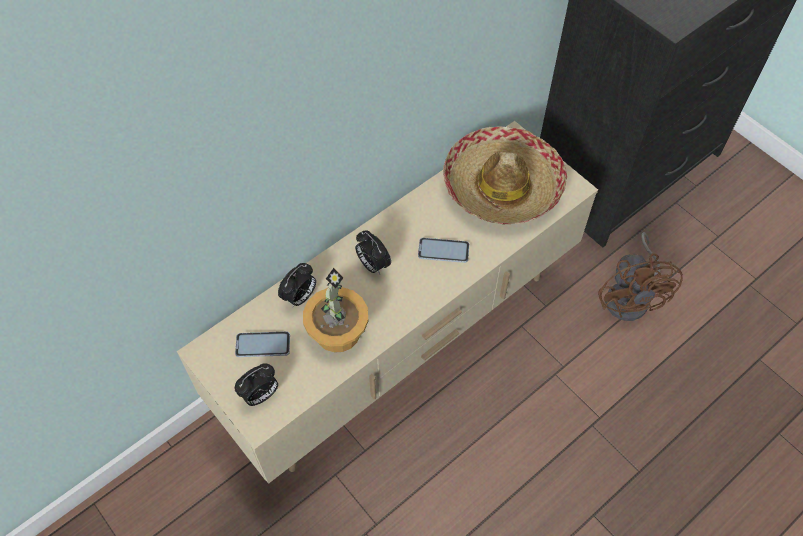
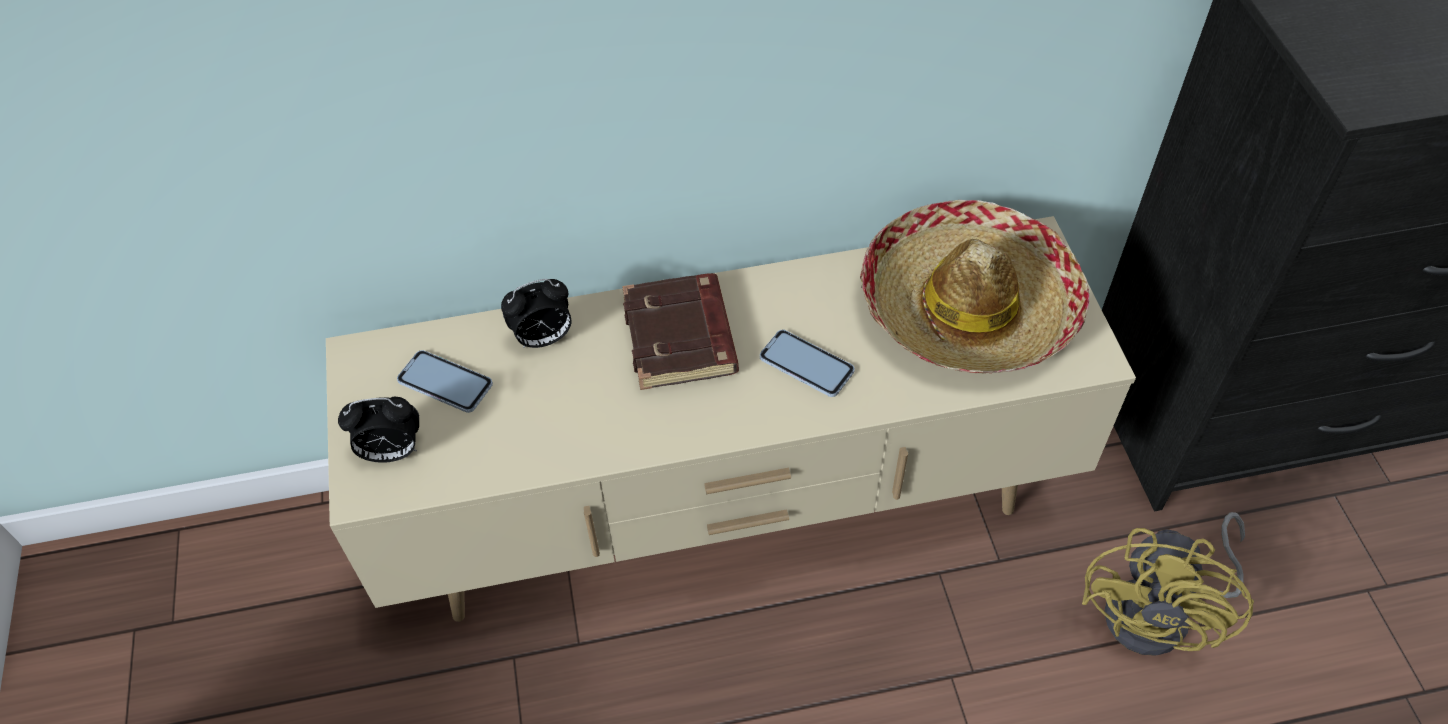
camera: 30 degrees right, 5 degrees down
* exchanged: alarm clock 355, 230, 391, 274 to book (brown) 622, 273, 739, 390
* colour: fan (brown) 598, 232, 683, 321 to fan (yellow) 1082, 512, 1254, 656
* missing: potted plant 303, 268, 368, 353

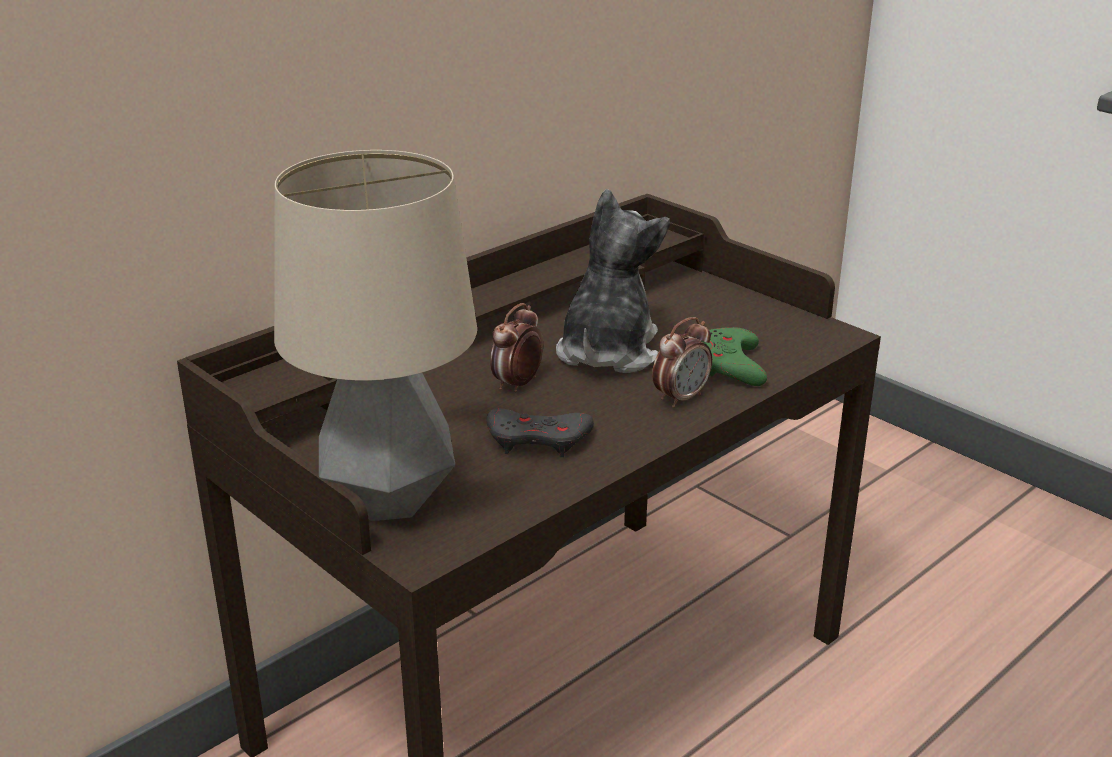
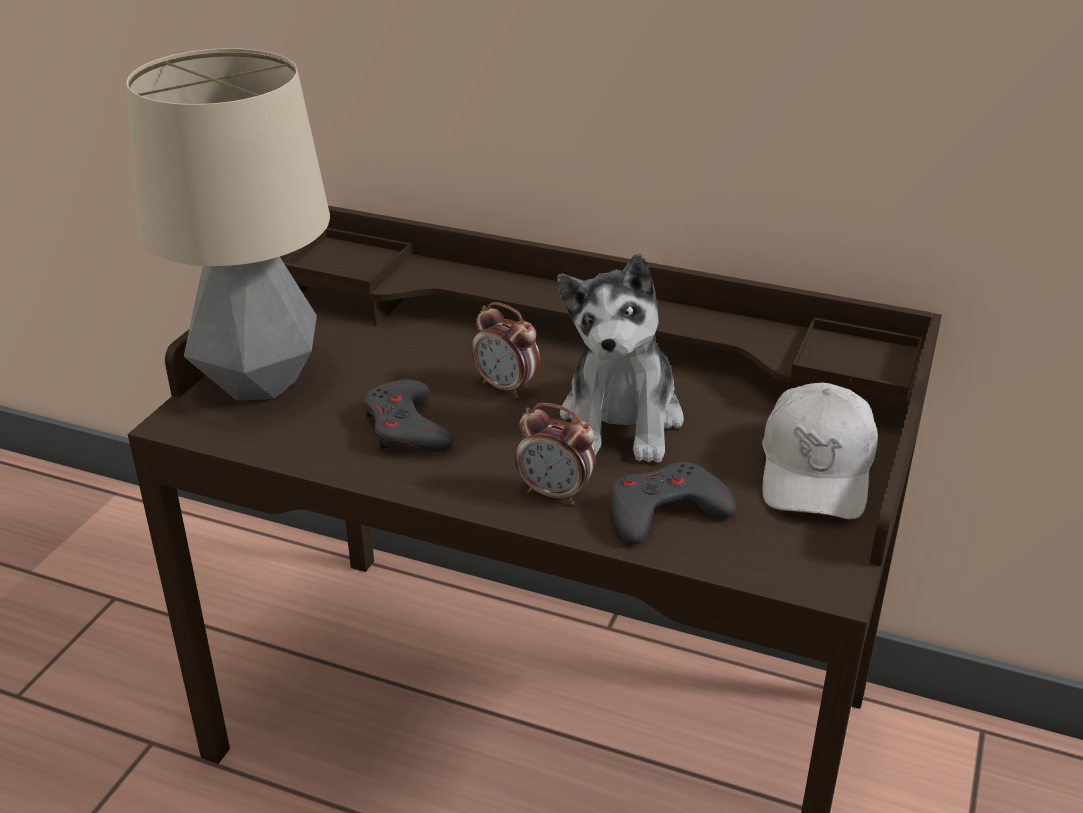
camera: 65 degrees right, 5 degrees up
* spun: plush toy 556, 189, 670, 373 = 557, 253, 684, 463 105 degrees clockwise
* spun: alarm clock 490, 303, 543, 392 = 472, 302, 540, 398 150 degrees counterclockwise
* colour: game controller (green) 702, 327, 767, 386 to game controller (grey) 610, 462, 736, 544
* appeared: cap (white) 762, 383, 878, 520

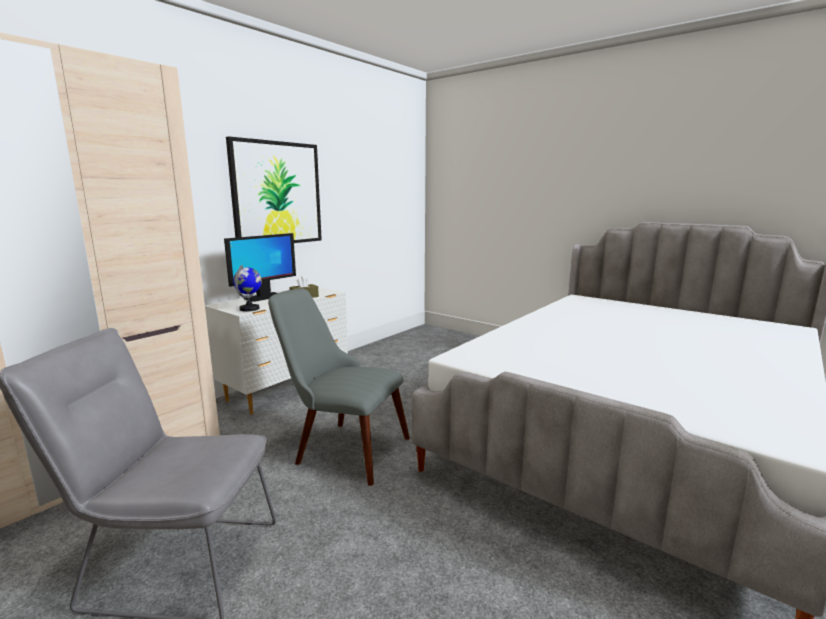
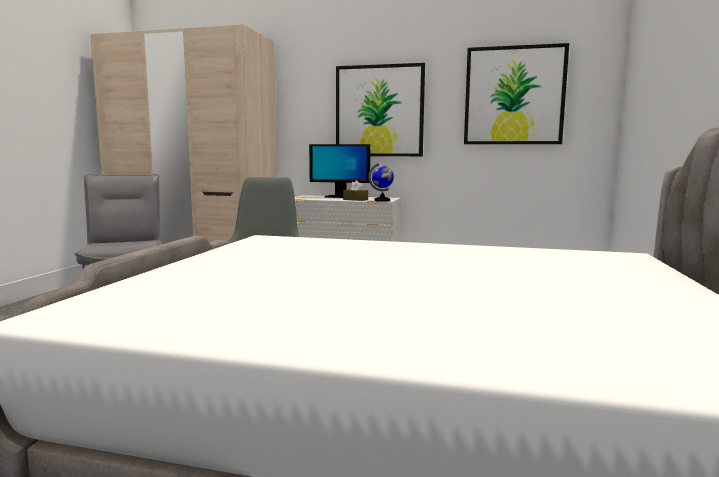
camera: 65 degrees right, 5 degrees down
* relocated: globe 233, 265, 262, 311 to 368, 163, 394, 202
* appeared: picture 464, 43, 569, 144

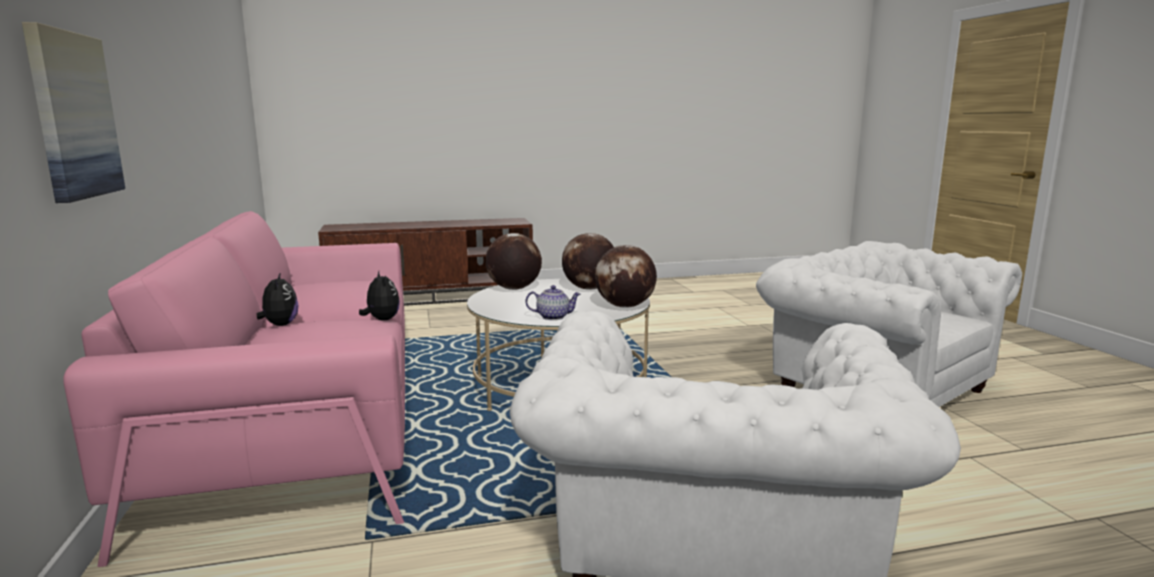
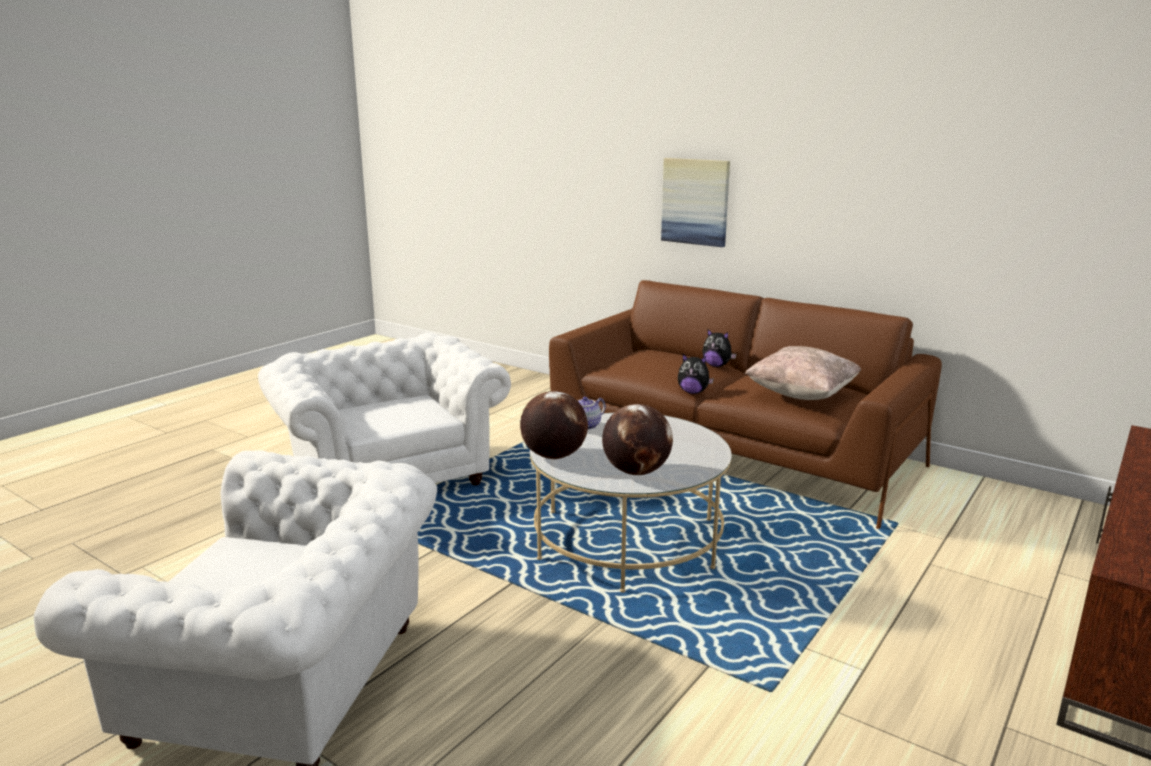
camera: 140 degrees right, 5 degrees up
* colour: sofa (pink) 63, 211, 405, 567 to sofa (brown) 549, 280, 942, 529
* missing: globe 485, 233, 542, 290
* appeared: pillow (beige) 745, 346, 861, 400

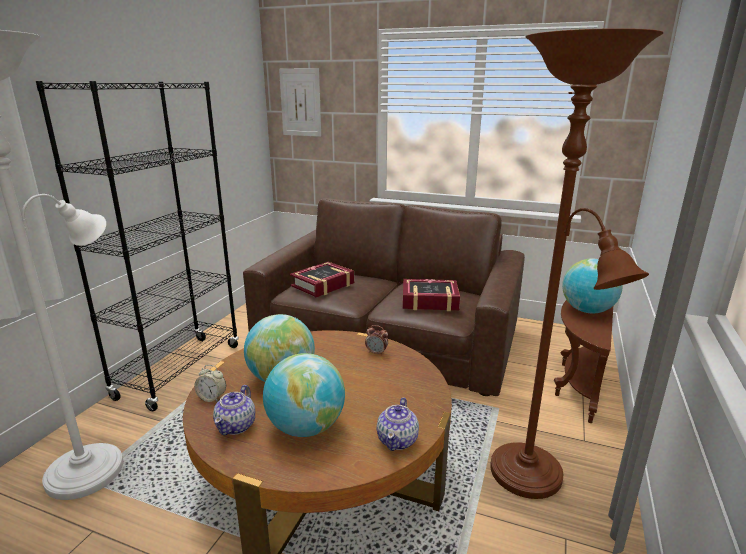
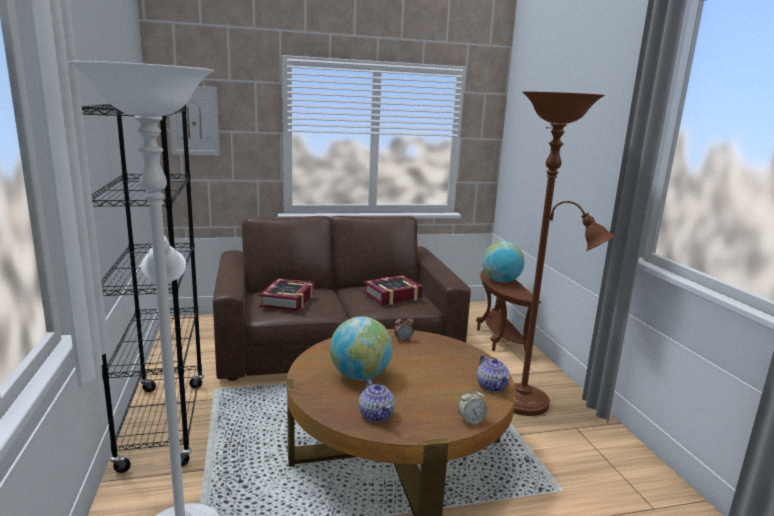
camera: 35 degrees left, 5 degrees down
* missing: globe 263, 353, 345, 437
* relocated: alarm clock 194, 365, 226, 402 to 458, 388, 488, 425

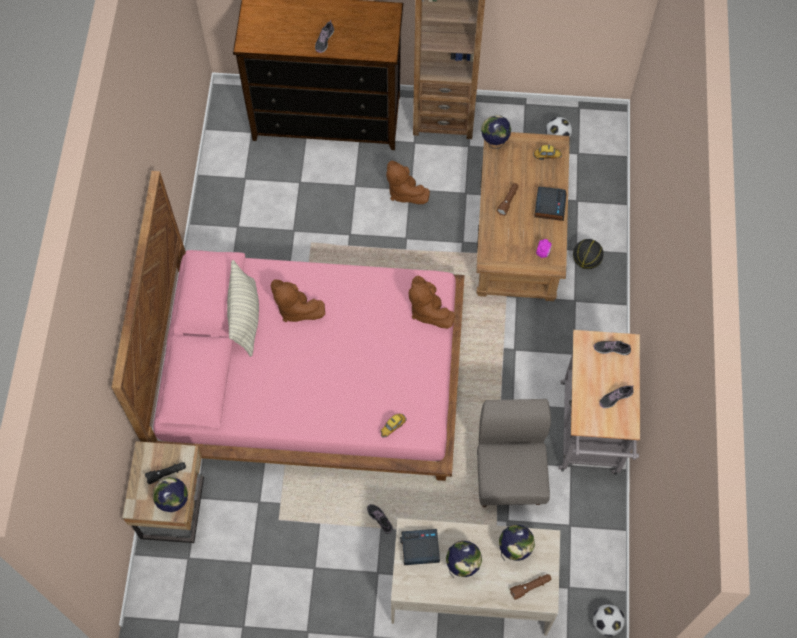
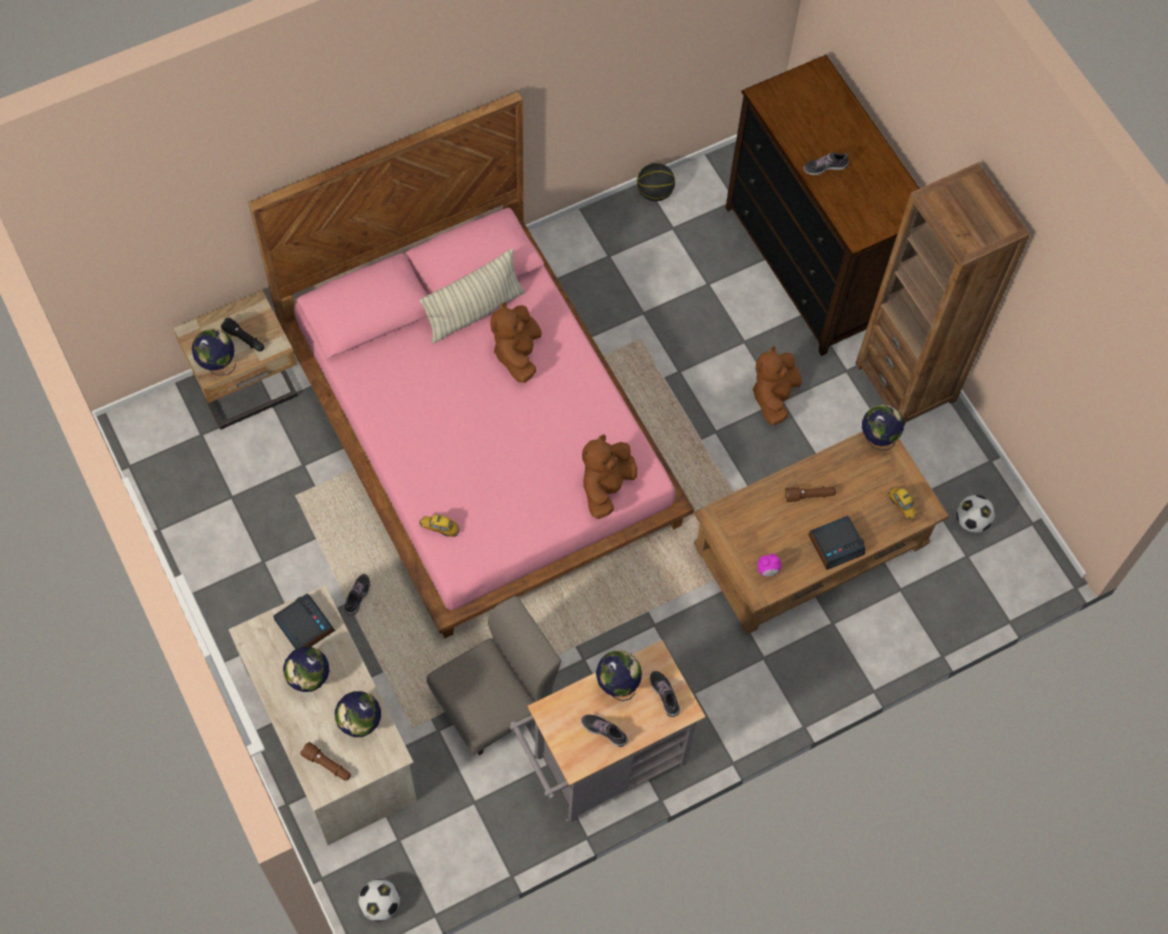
camera: 55 degrees right, 0 degrees up
* relocated: basketball 573, 239, 604, 269 to 637, 163, 675, 201
* appeared: globe 596, 651, 642, 701

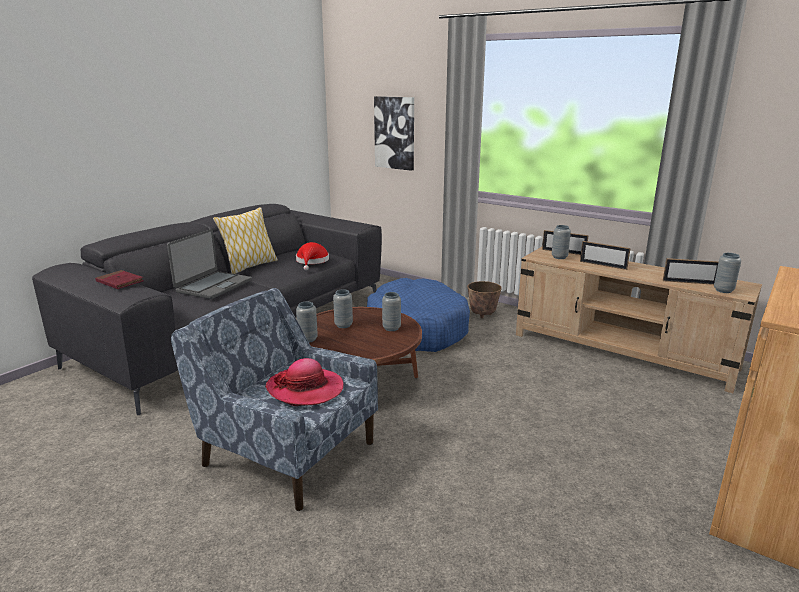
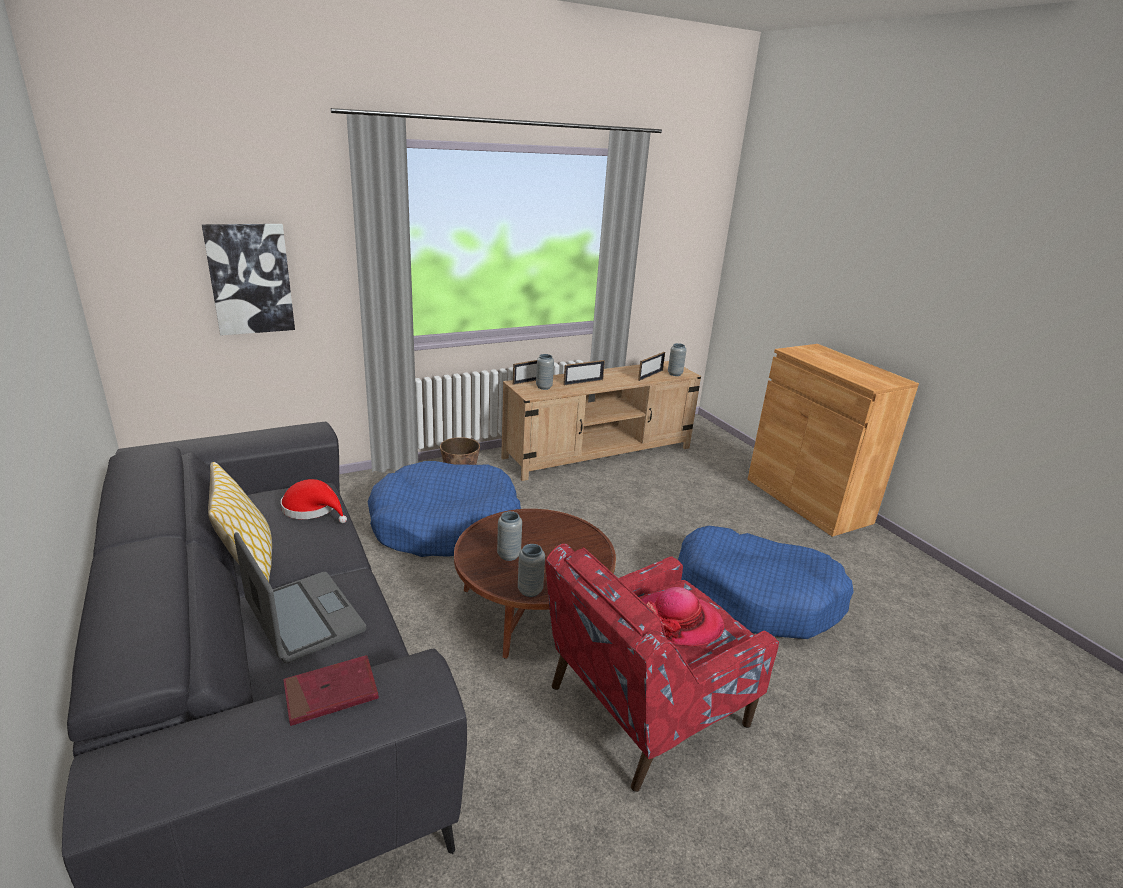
camera: 65 degrees left, 5 degrees up
* colour: armchair (blue) 171, 288, 378, 511 to armchair (red) 545, 544, 779, 792
* missing: vase (grey) 382, 292, 401, 331
* appeared: dog bed (blue) 678, 526, 854, 639

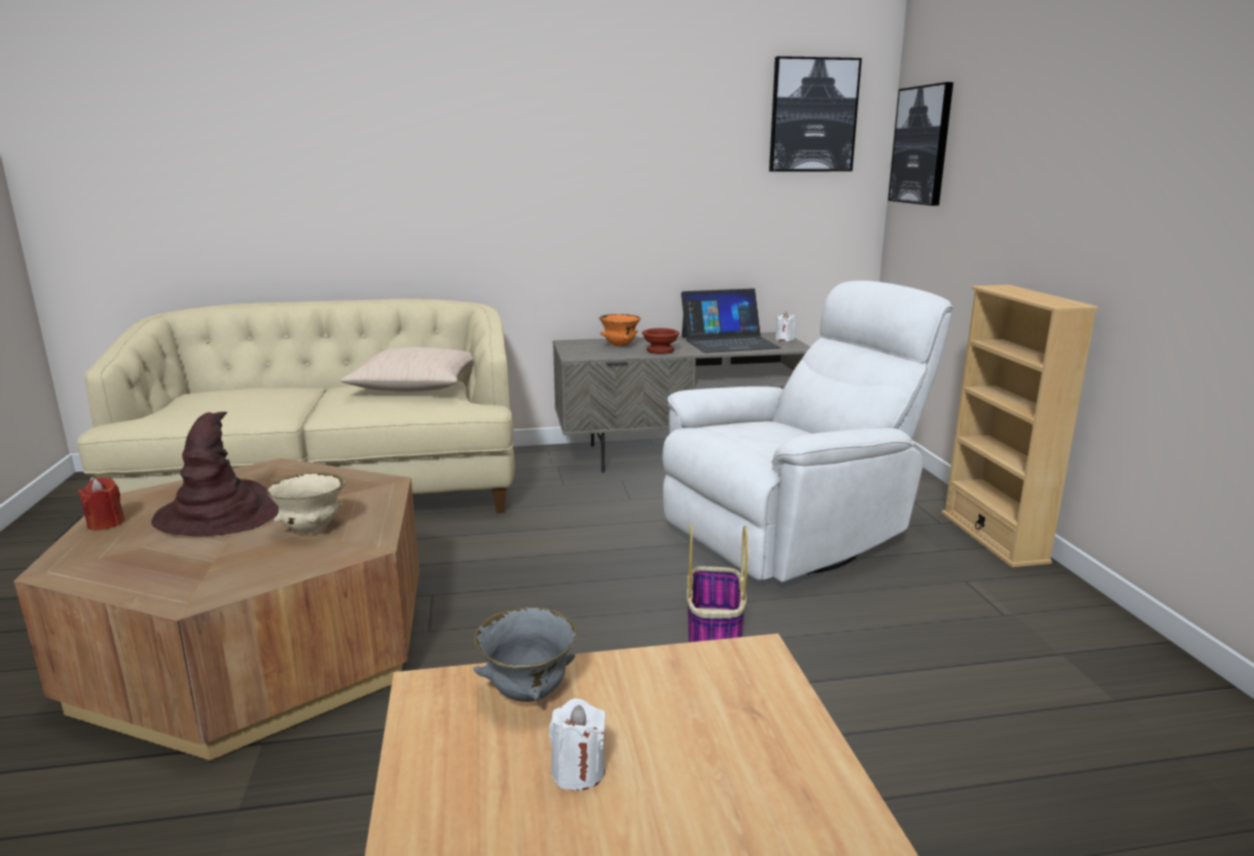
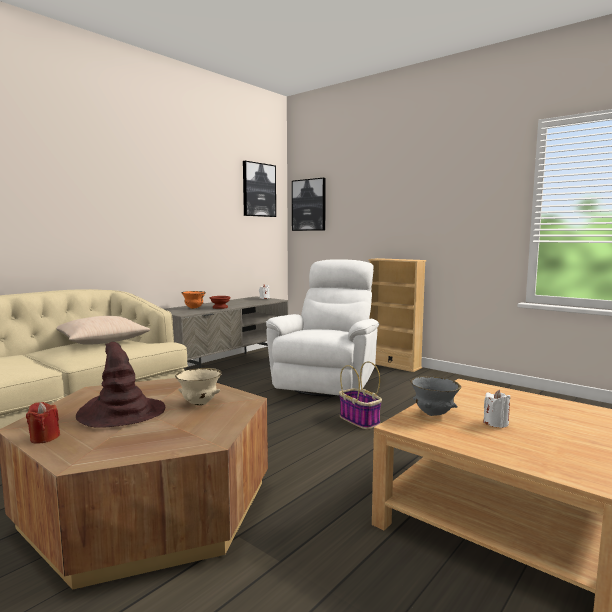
camera: 40 degrees left, 10 degrees down
* missing: laptop 681, 288, 781, 353

